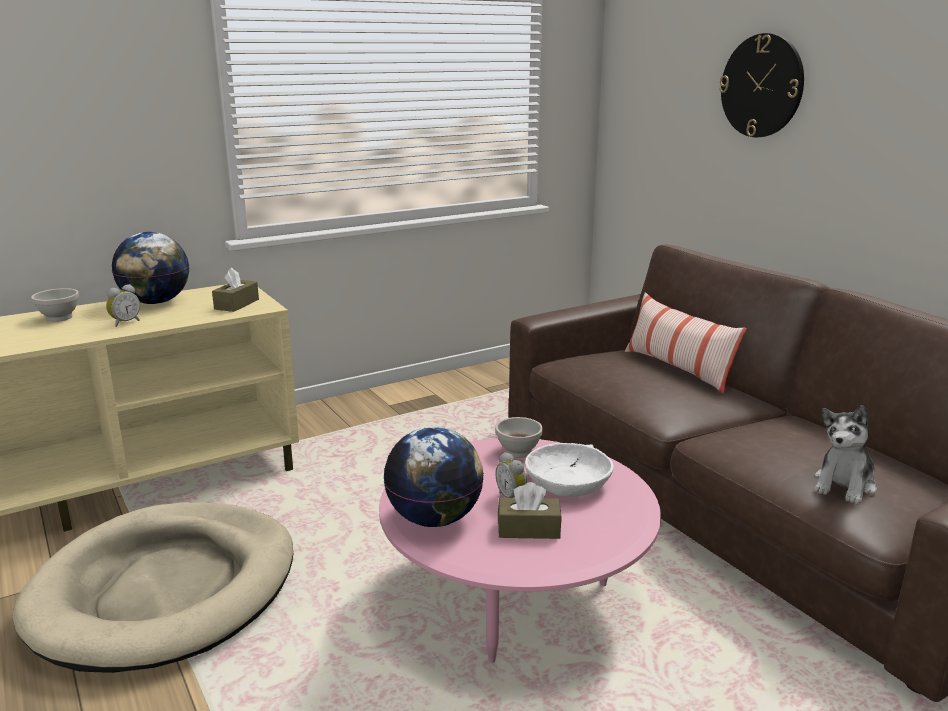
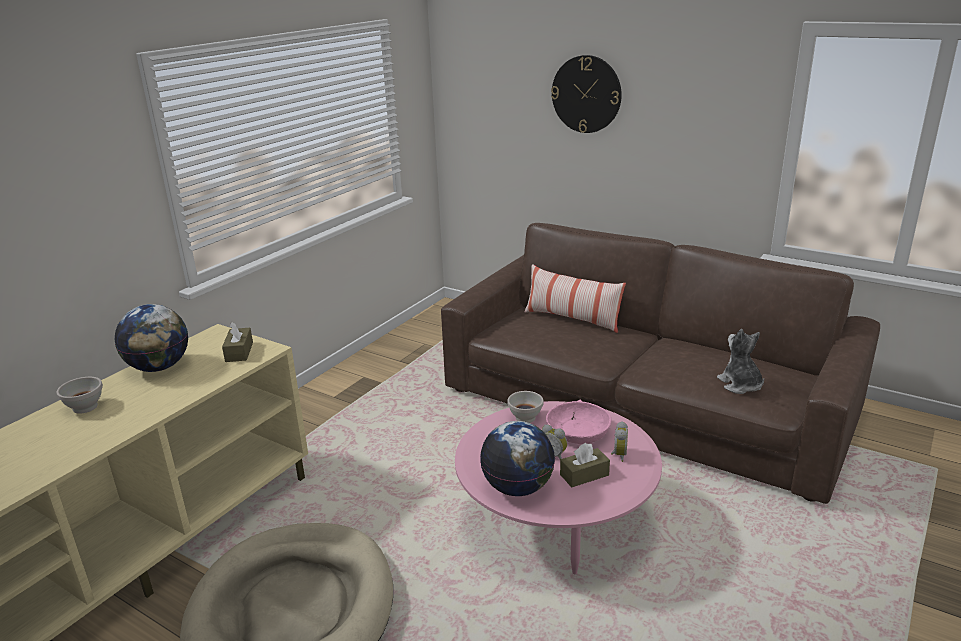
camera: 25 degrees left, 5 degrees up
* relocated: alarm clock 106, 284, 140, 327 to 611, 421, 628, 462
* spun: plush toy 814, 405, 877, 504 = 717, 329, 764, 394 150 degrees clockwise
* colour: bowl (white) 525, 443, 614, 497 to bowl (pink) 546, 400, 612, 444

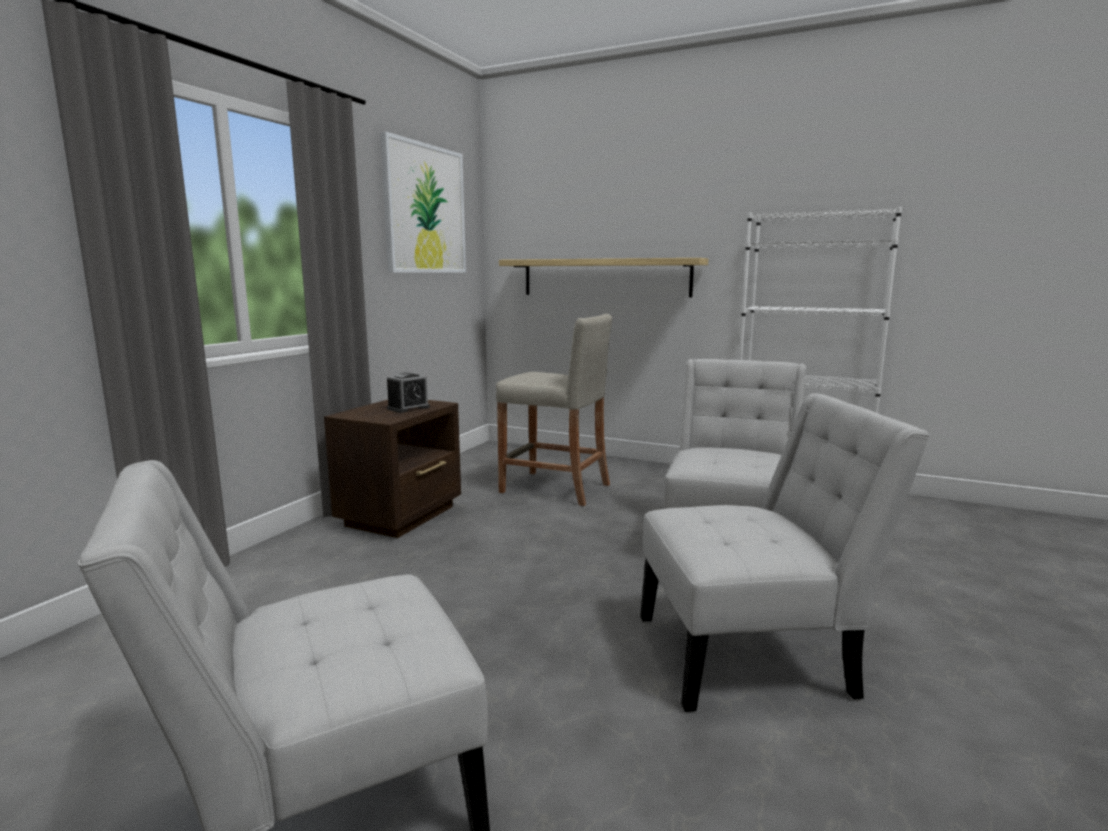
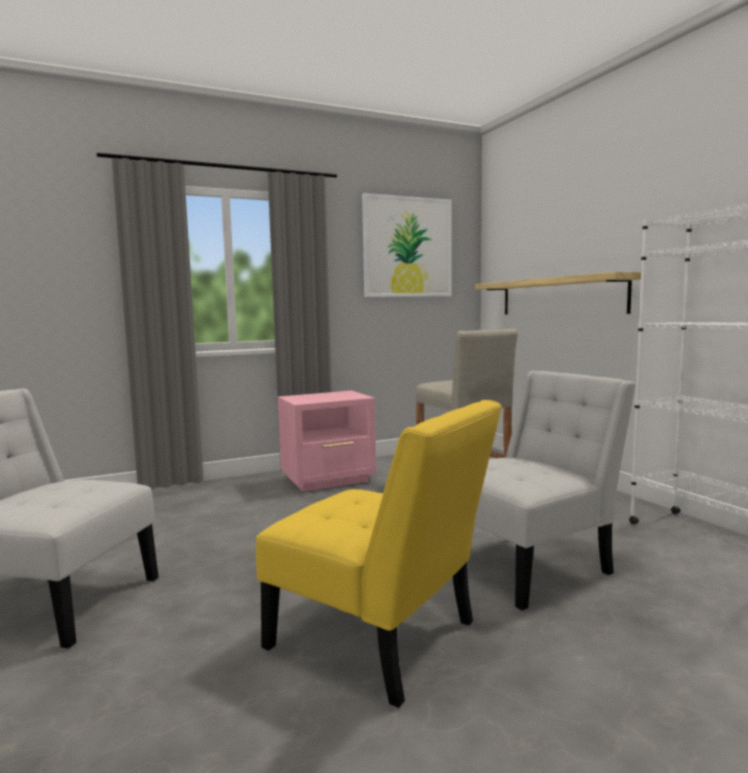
camera: 40 degrees right, 5 degrees down
* missing: alarm clock 387, 372, 430, 413
* colour: chair (white) 640, 393, 930, 712 to chair (yellow) 256, 400, 502, 708
* colour: nightstand (brown) 324, 400, 461, 538 to nightstand (pink) 278, 391, 376, 492

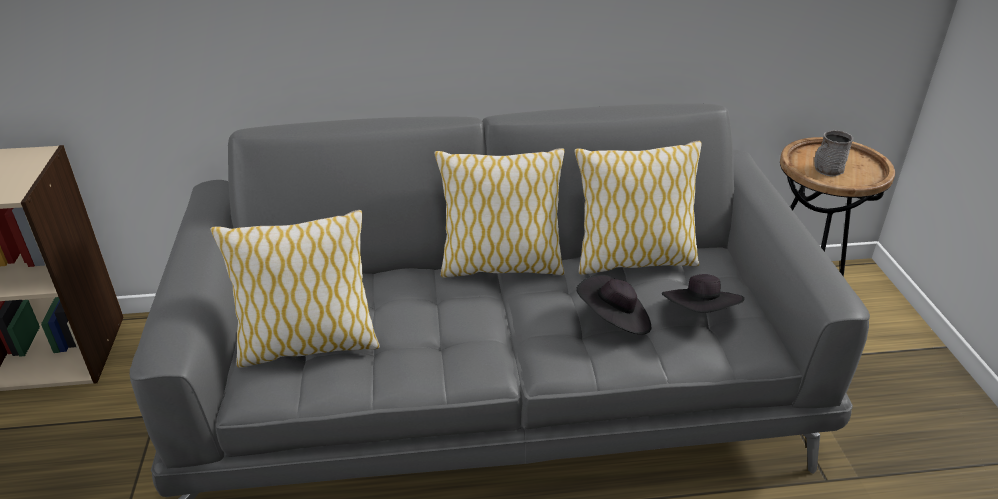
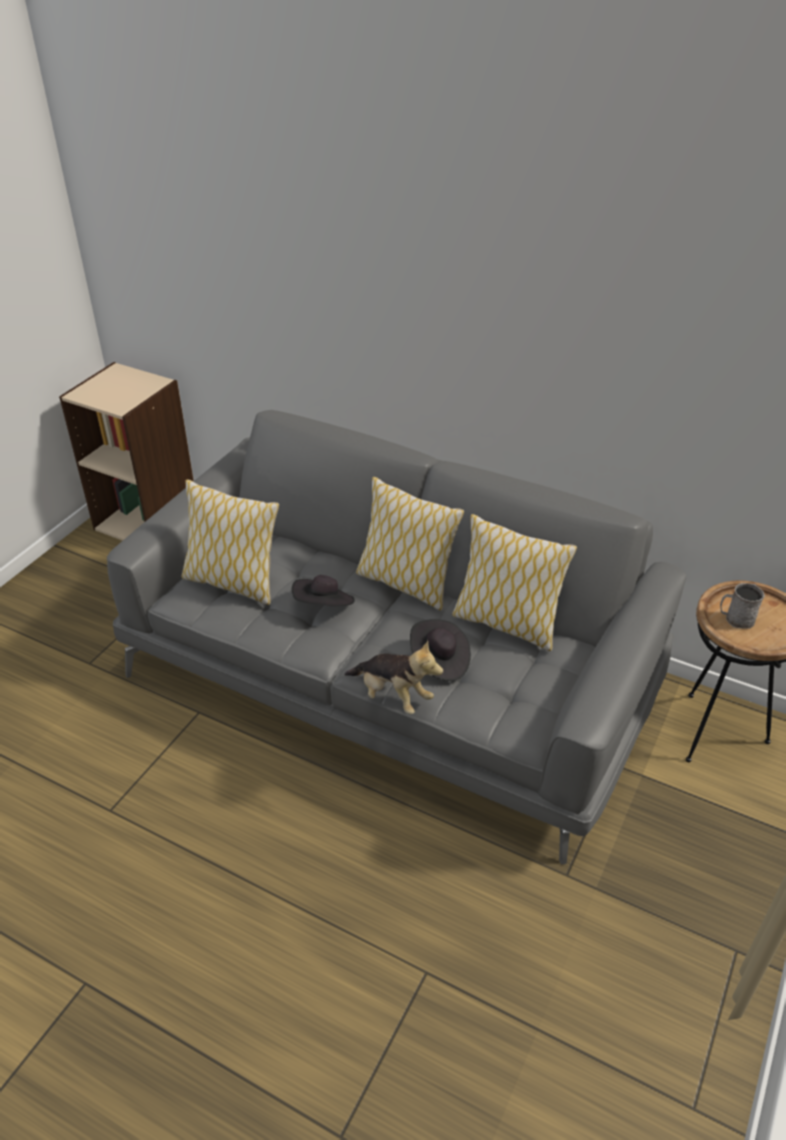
camera: 35 degrees right, 5 degrees up
* relocated: hat (black) 662, 274, 744, 313 to 292, 575, 355, 607
* appeared: plush toy 344, 640, 443, 714

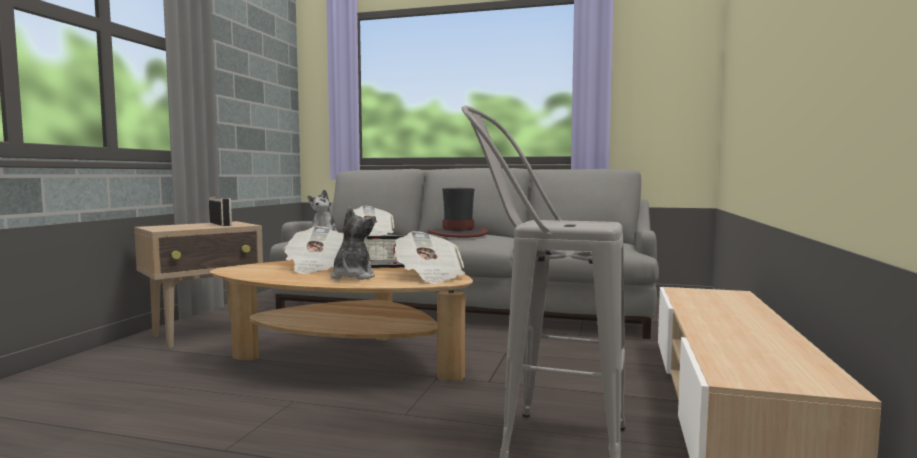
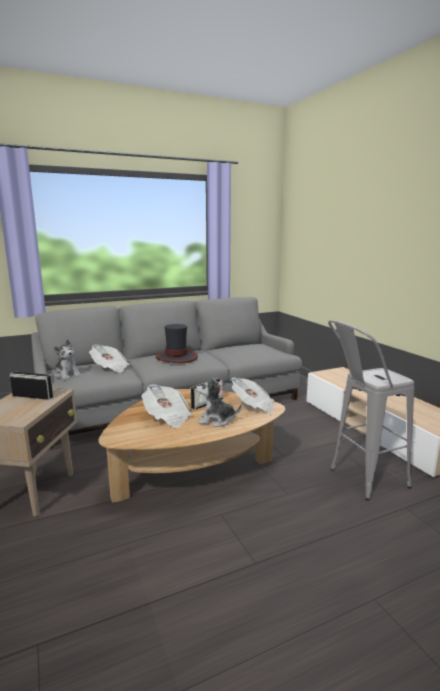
camera: 40 degrees left, 10 degrees up
* spun: plush toy 331, 207, 376, 280 = 196, 377, 241, 427 45 degrees counterclockwise

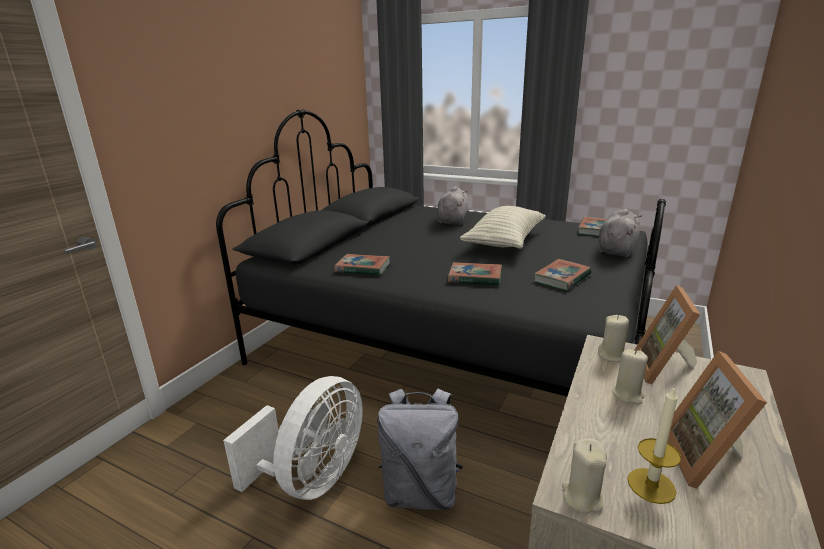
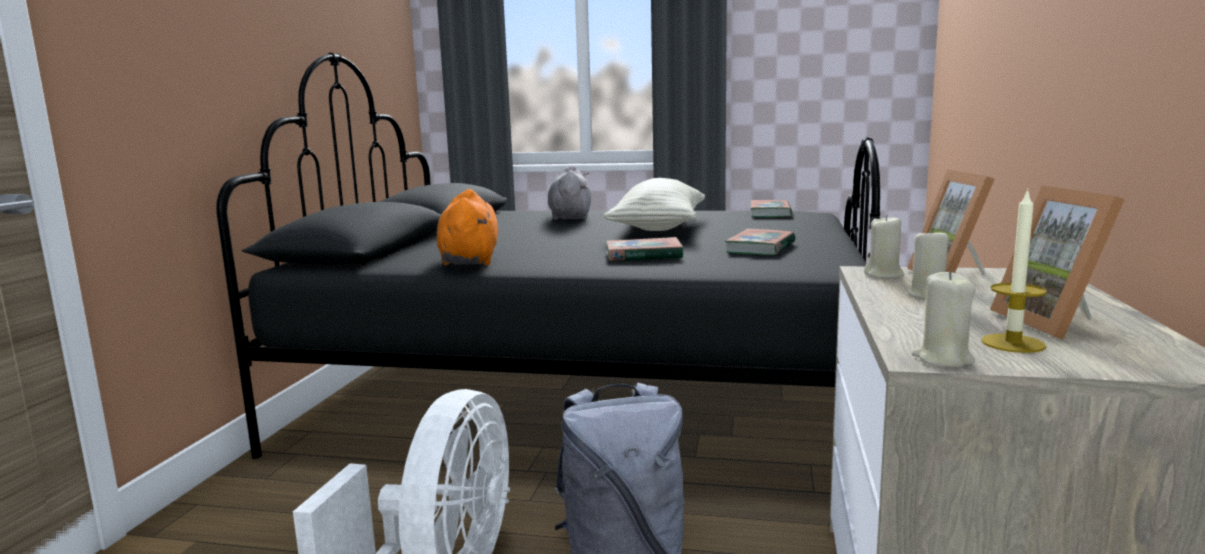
camera: 15 degrees left, 10 degrees down
* missing: plush toy (grey) 599, 209, 642, 257
* exchanged: book 334, 254, 390, 276 to plush toy (orange) 437, 189, 498, 266

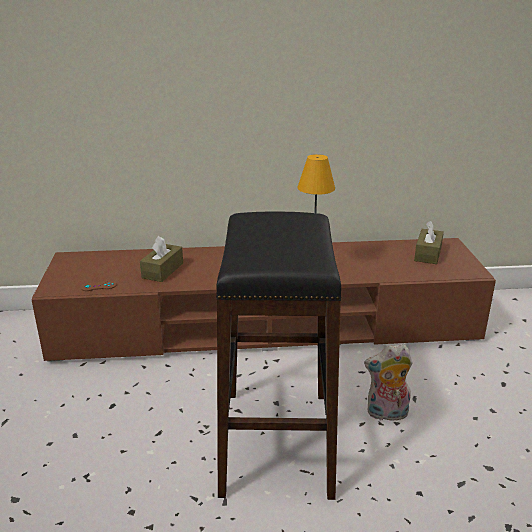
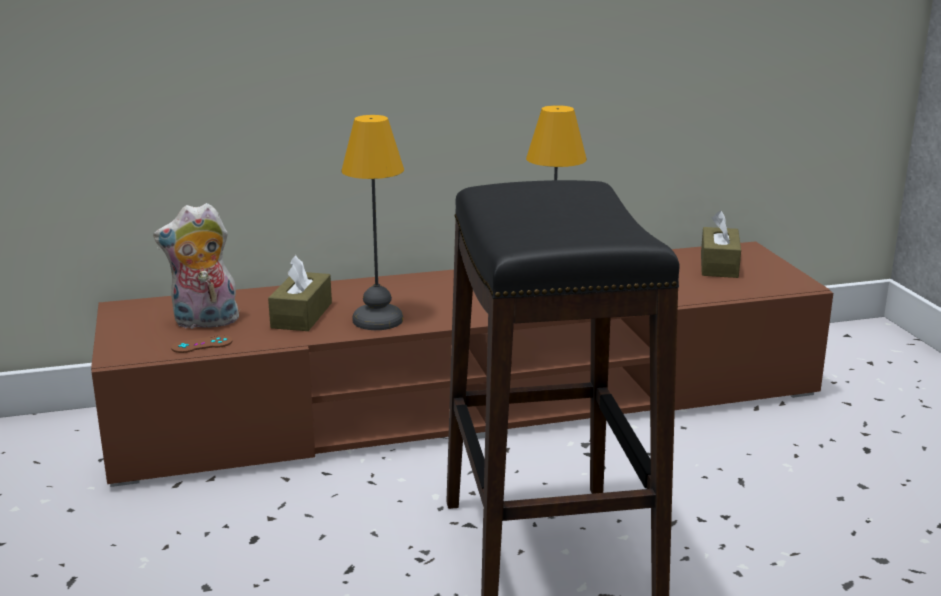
camera: 10 degrees left, 5 degrees down
* relocated: plush toy 364, 344, 413, 421 to 153, 203, 241, 330
* appeared: table lamp 341, 115, 404, 330

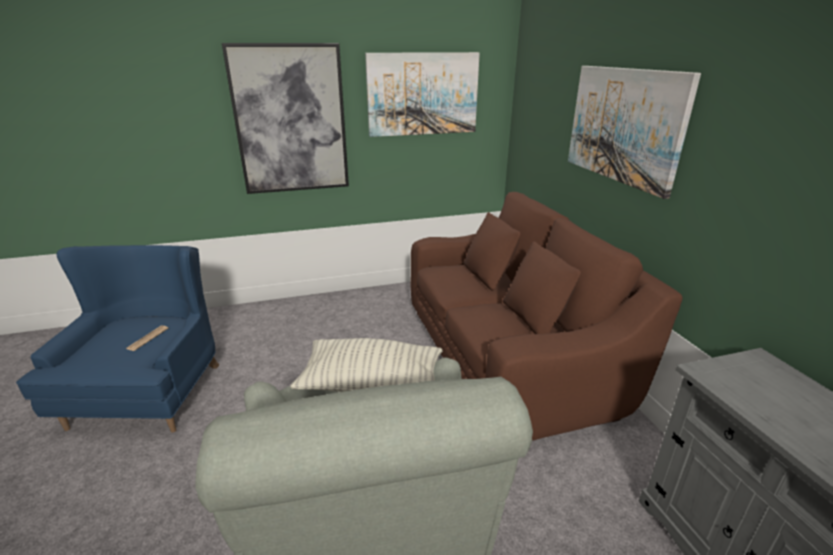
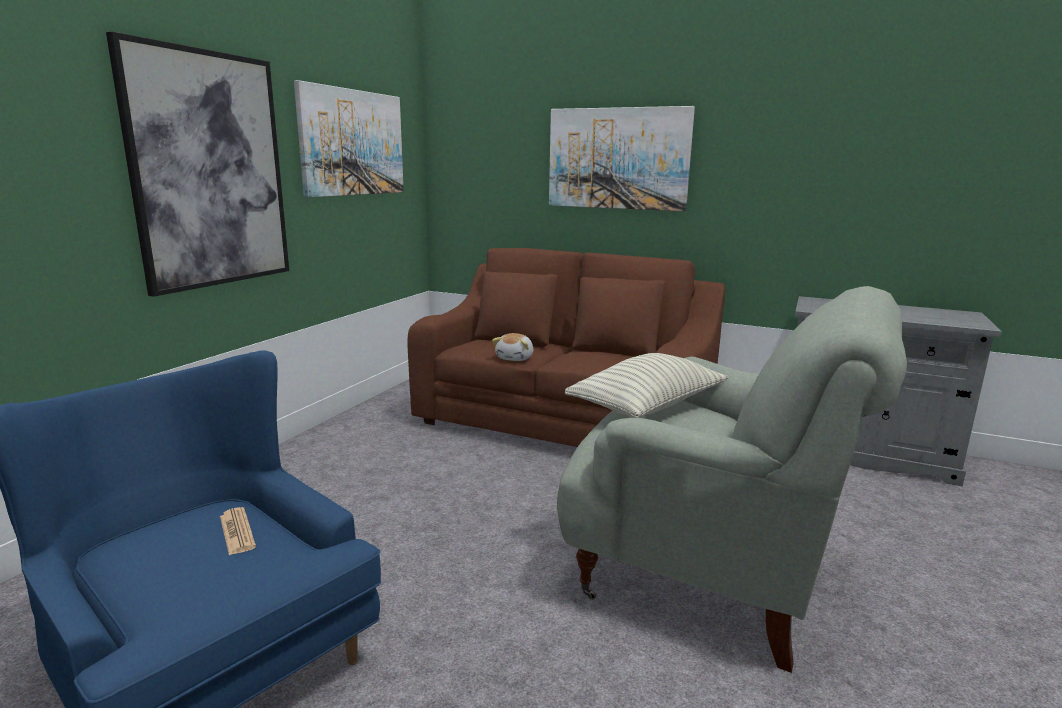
camera: 50 degrees left, 10 degrees down
* appeared: plush toy 492, 333, 533, 361

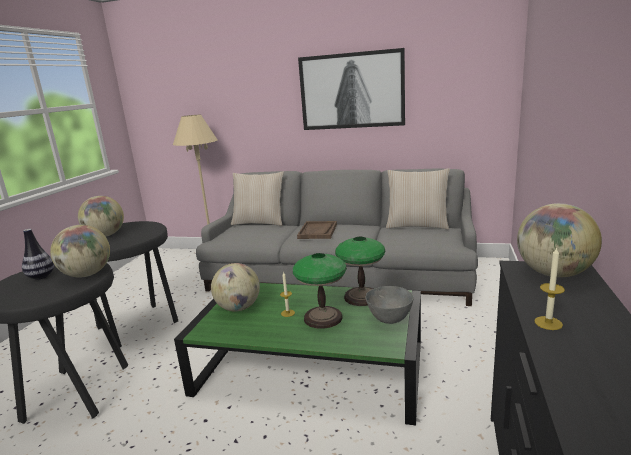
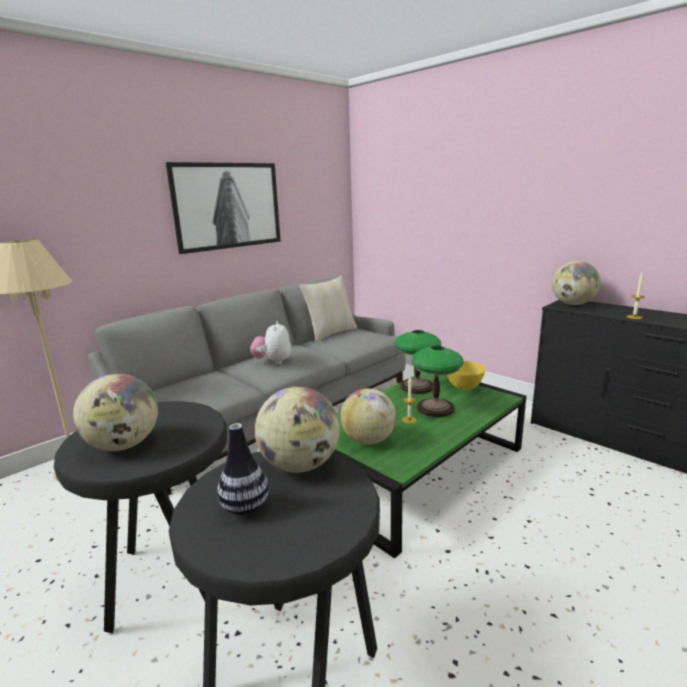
camera: 60 degrees left, 0 degrees up
* missing: pillow (beige) 231, 171, 284, 226
* exchanged: tray (brown) 297, 221, 337, 239 to plush toy 250, 321, 292, 365
* colour: bowl (grey) 365, 286, 414, 324 to bowl (yellow) 447, 361, 486, 390

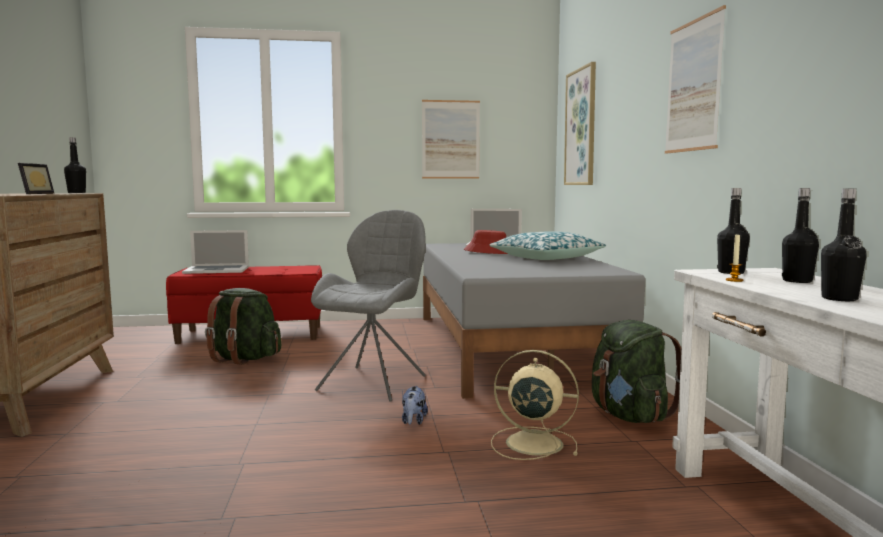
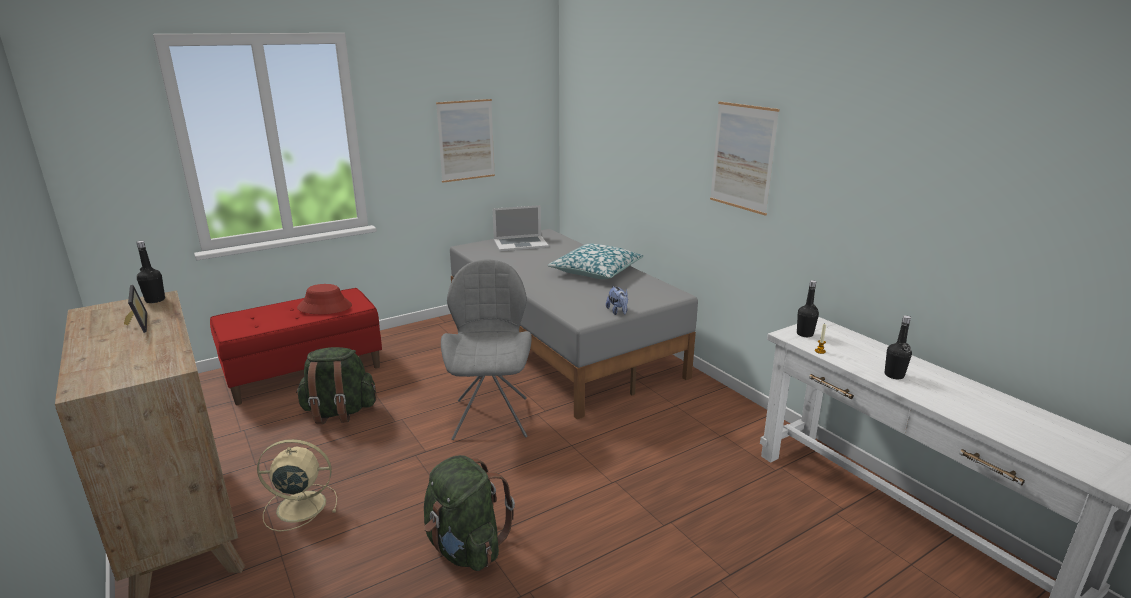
camera: 25 degrees left, 15 degrees up
* missing: picture 564, 62, 596, 185
* missing: bottle (black) 782, 188, 819, 283
* missing: laptop 182, 230, 249, 274
* relocated: hat (red) 464, 230, 507, 254 to 297, 284, 352, 314
* relocated: backpack (green) 592, 320, 681, 423 to 424, 455, 515, 571
* relocated: fan (beige) 491, 350, 579, 460 to 257, 439, 337, 532
* relocated: plush toy 402, 386, 428, 425 to 606, 286, 628, 315

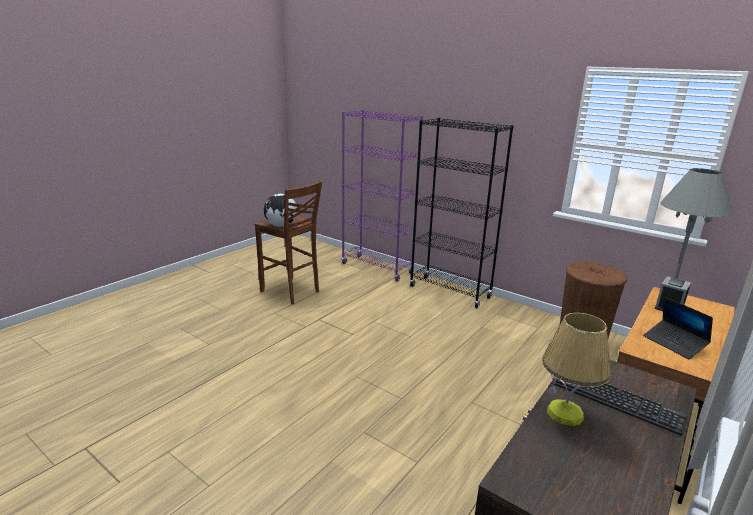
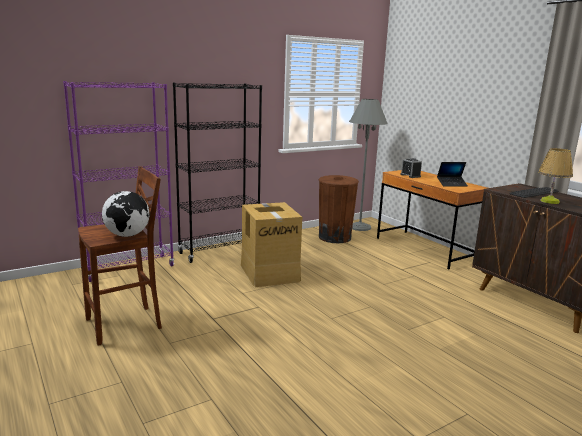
camera: 70 degrees left, 5 degrees down
* appeared: cardboard box 241, 202, 302, 287

